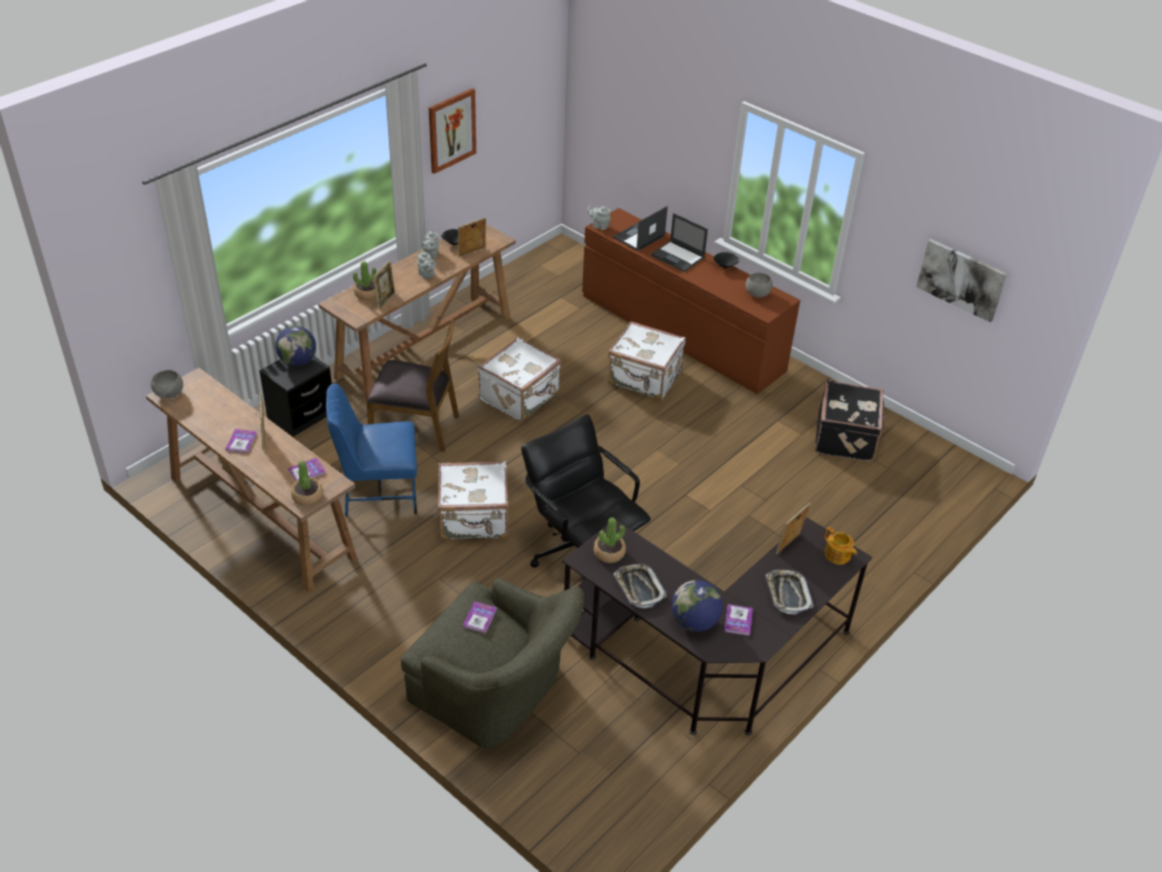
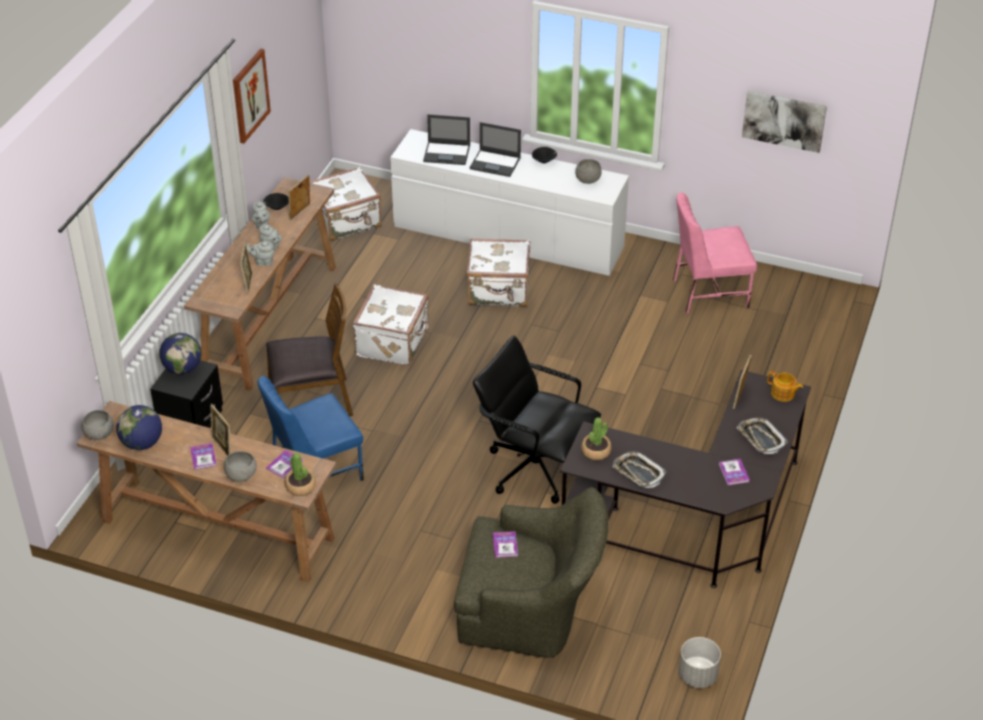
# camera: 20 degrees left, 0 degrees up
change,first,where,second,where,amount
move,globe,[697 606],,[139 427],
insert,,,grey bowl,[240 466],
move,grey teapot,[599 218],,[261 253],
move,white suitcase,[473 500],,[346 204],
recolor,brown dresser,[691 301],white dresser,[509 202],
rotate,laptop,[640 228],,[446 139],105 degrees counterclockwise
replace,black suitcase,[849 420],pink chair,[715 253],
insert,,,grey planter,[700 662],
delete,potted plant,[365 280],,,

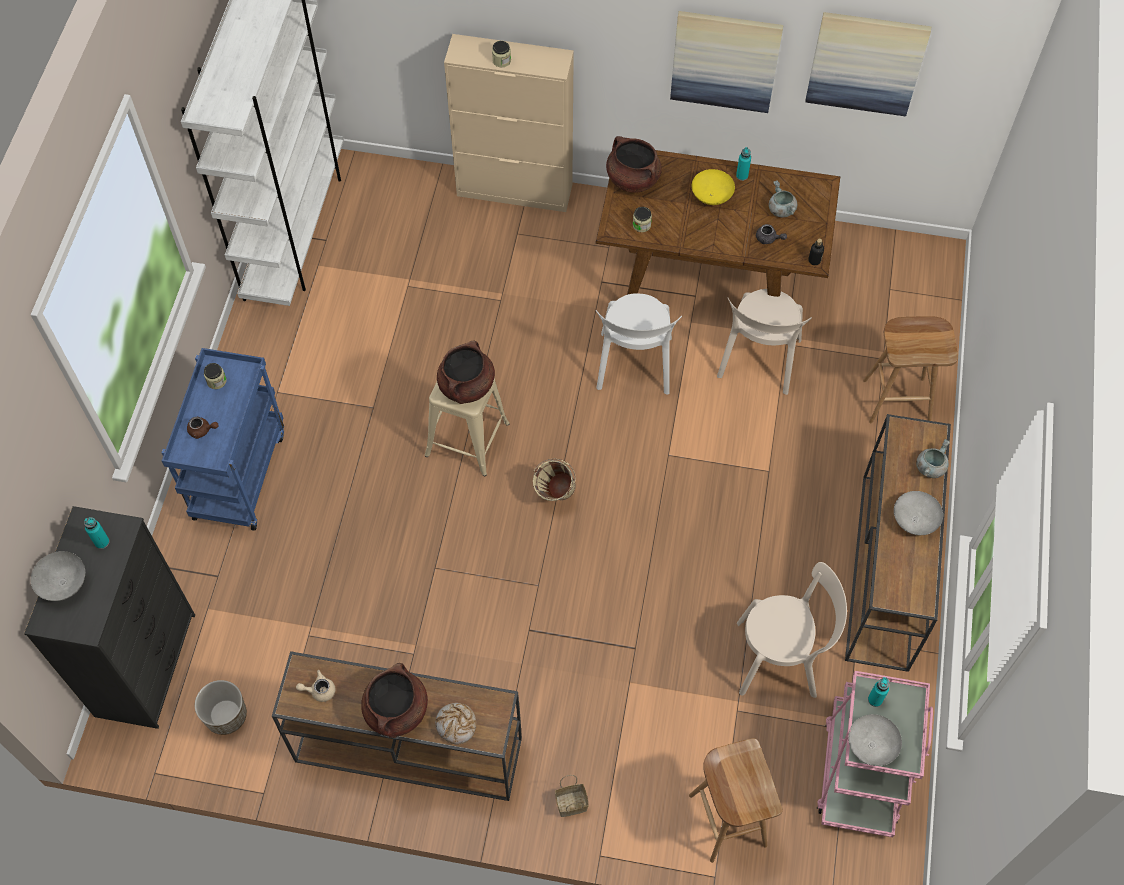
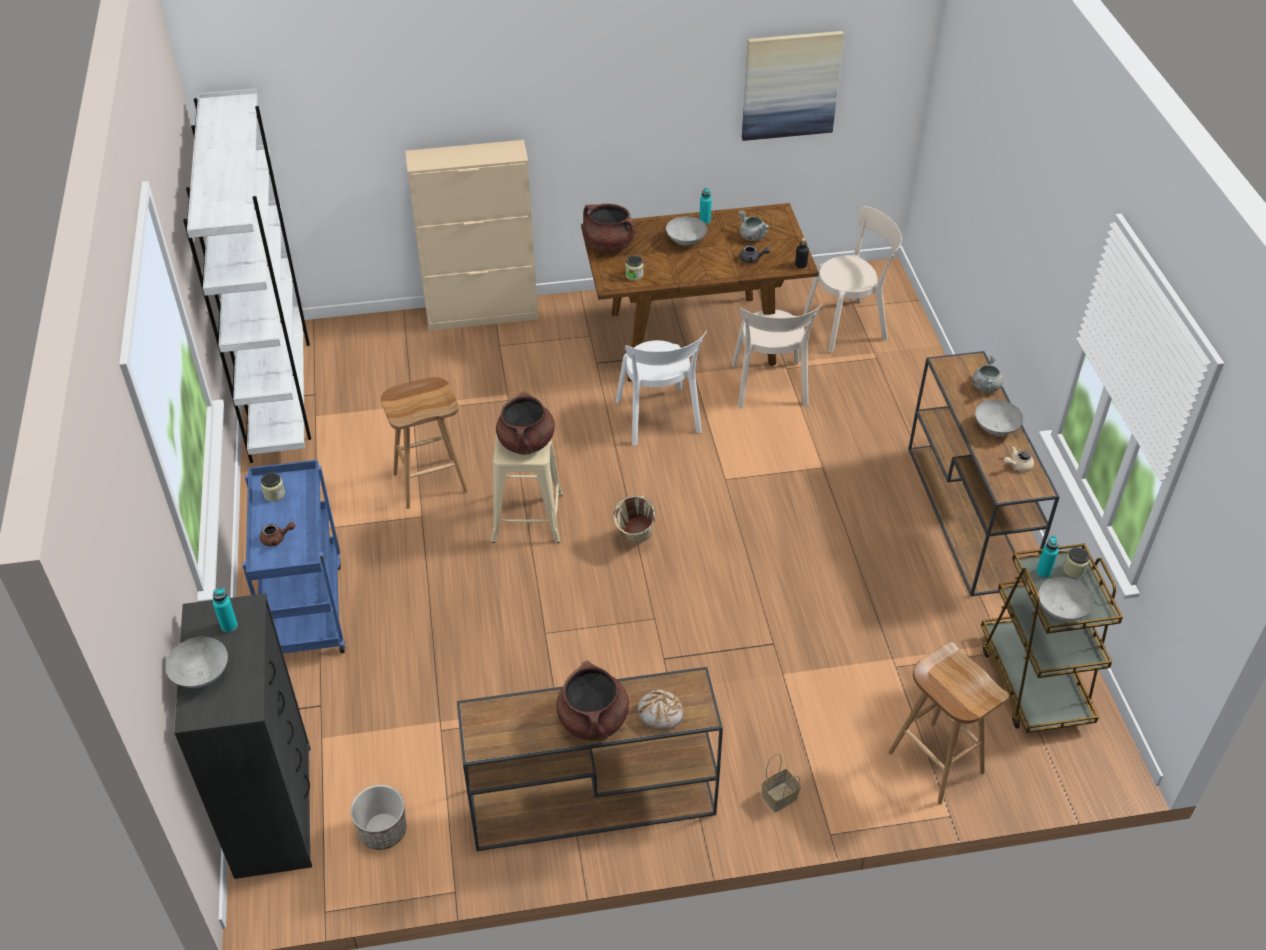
# camera: 20 degrees left, 15 degrees down
change,first,where,second,where,amount
move,brown stool,[910 369],,[424 443],
recolor,yellow bowl,[713 187],grey bowl,[686 230],
move,beige chair,[792 630],,[852 279],
recolor,pink cart,[875 754],brown cart,[1052 638],
move,beige teapot,[315 686],,[1019 459],
move,jar,[501 54],,[1076 562],
delete,picture,[726 62],,,

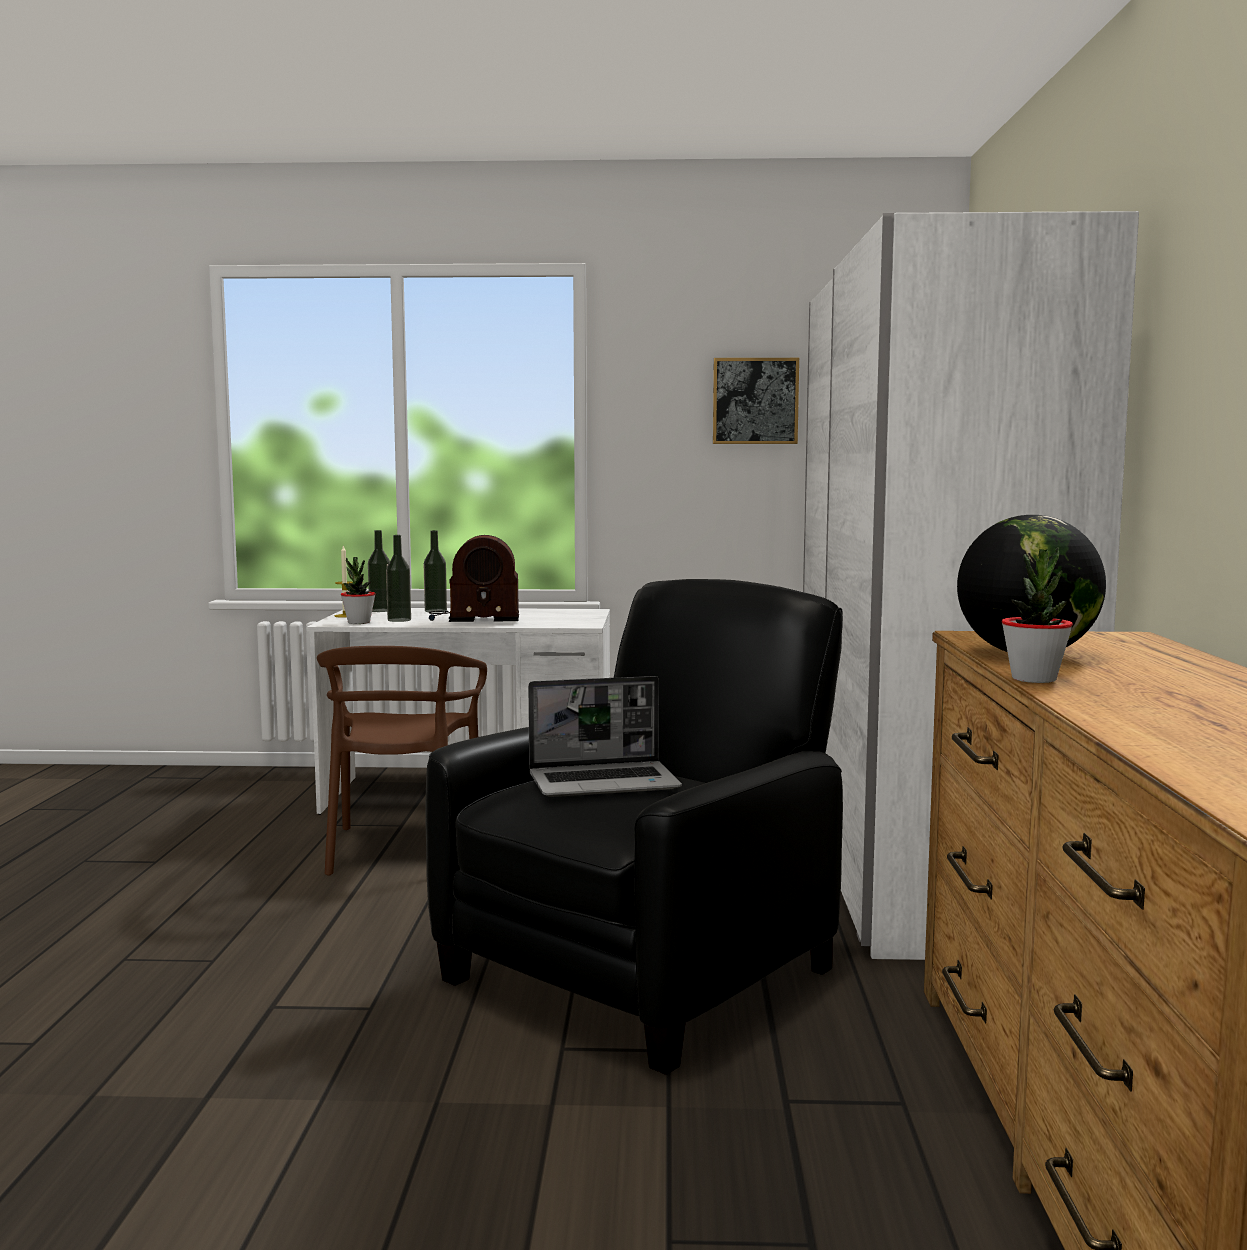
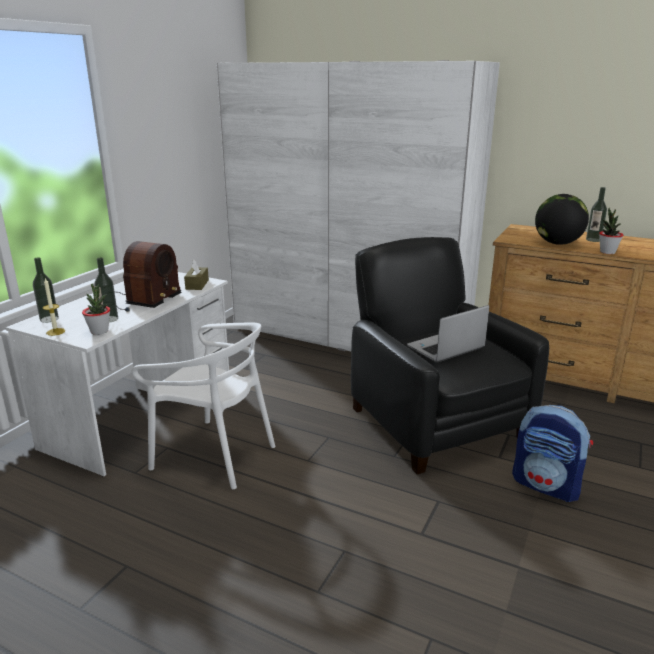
# camera: 65 degrees left, 15 degrees up
change,first,where,second,where,amount
recolor,brown chair,[402 761],white chair,[204 406],
insert,,,brown tissue box,[196 274],
rotate,laptop,[605 736],,[448 333],135 degrees counterclockwise
insert,,,backpack,[552 453],
move,bottle,[435 571],,[596 214],
delete,picture,[756 401],,,

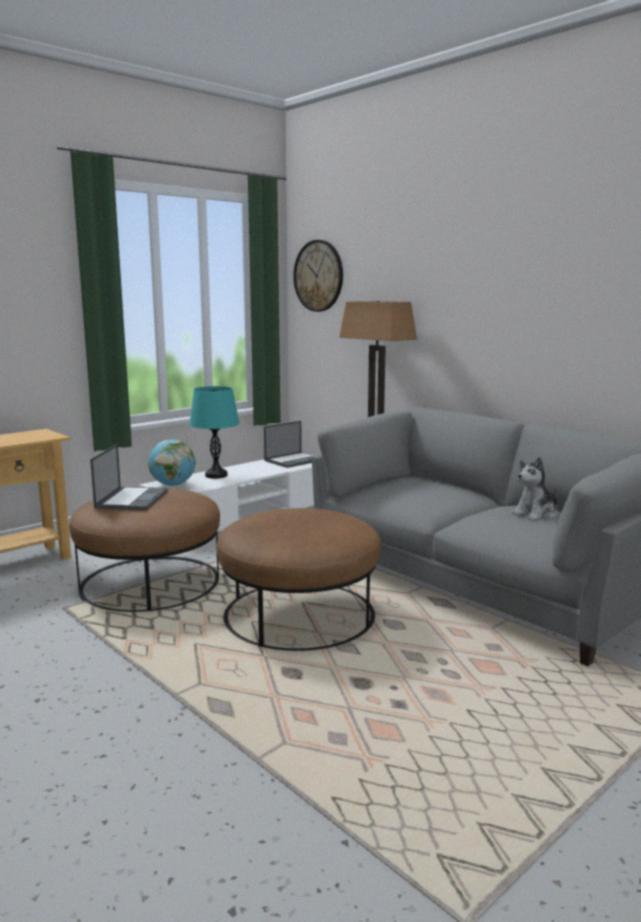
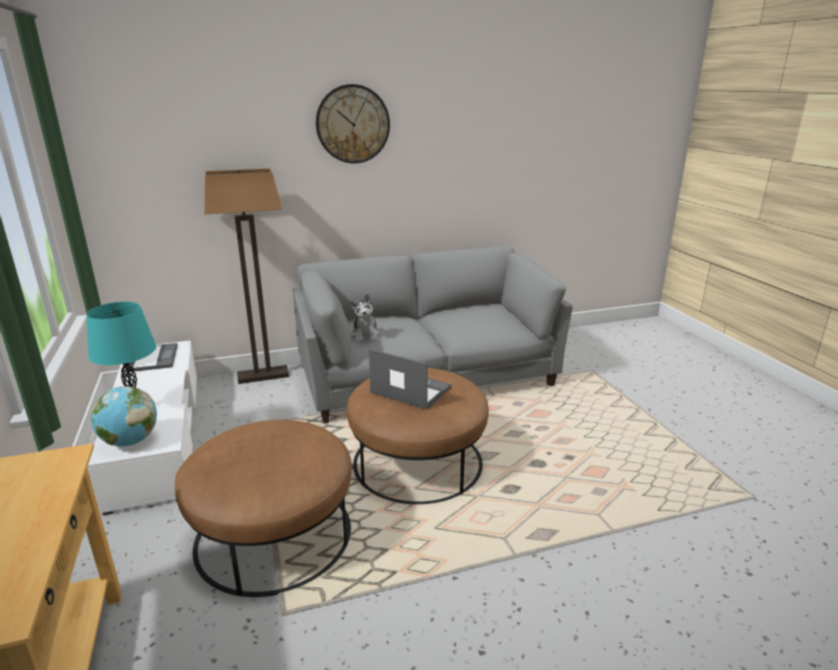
# camera: 65 degrees left, 10 degrees up
change,first,where,second,where,amount
move,wall clock,[318 276],,[353 123],
move,plush toy,[534 489],,[364 318],
move,laptop,[129 477],,[410 379],

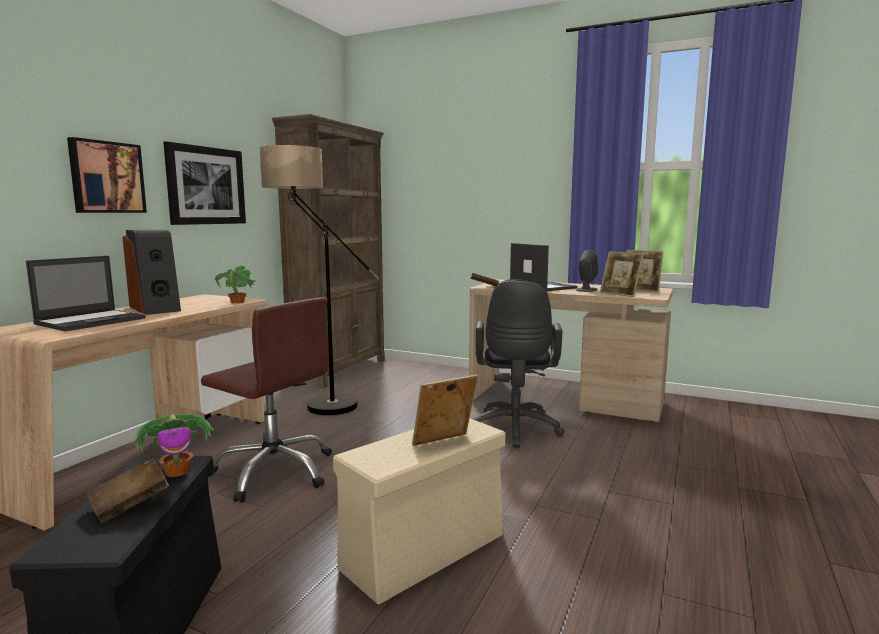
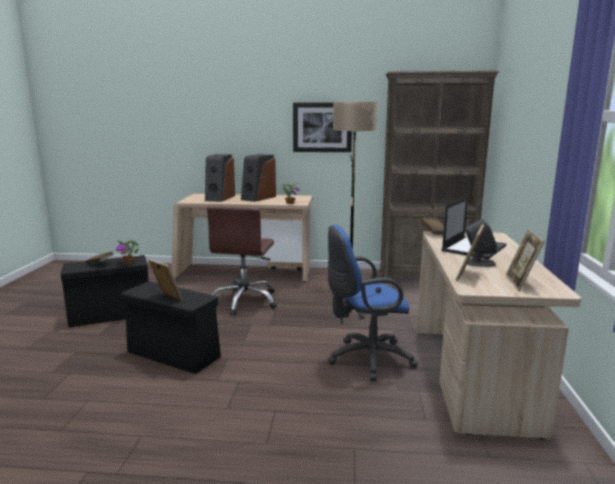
# camera: 70 degrees right, 5 degrees up
change,first,where,second,where,amount
recolor,beige storage box,[419 511],black storage box,[171 327],
replace,laptop,[86 293],speaker,[220 178],
recolor,black office chair,[519 363],blue office chair,[373 303],
delete,picture,[107 175],,,

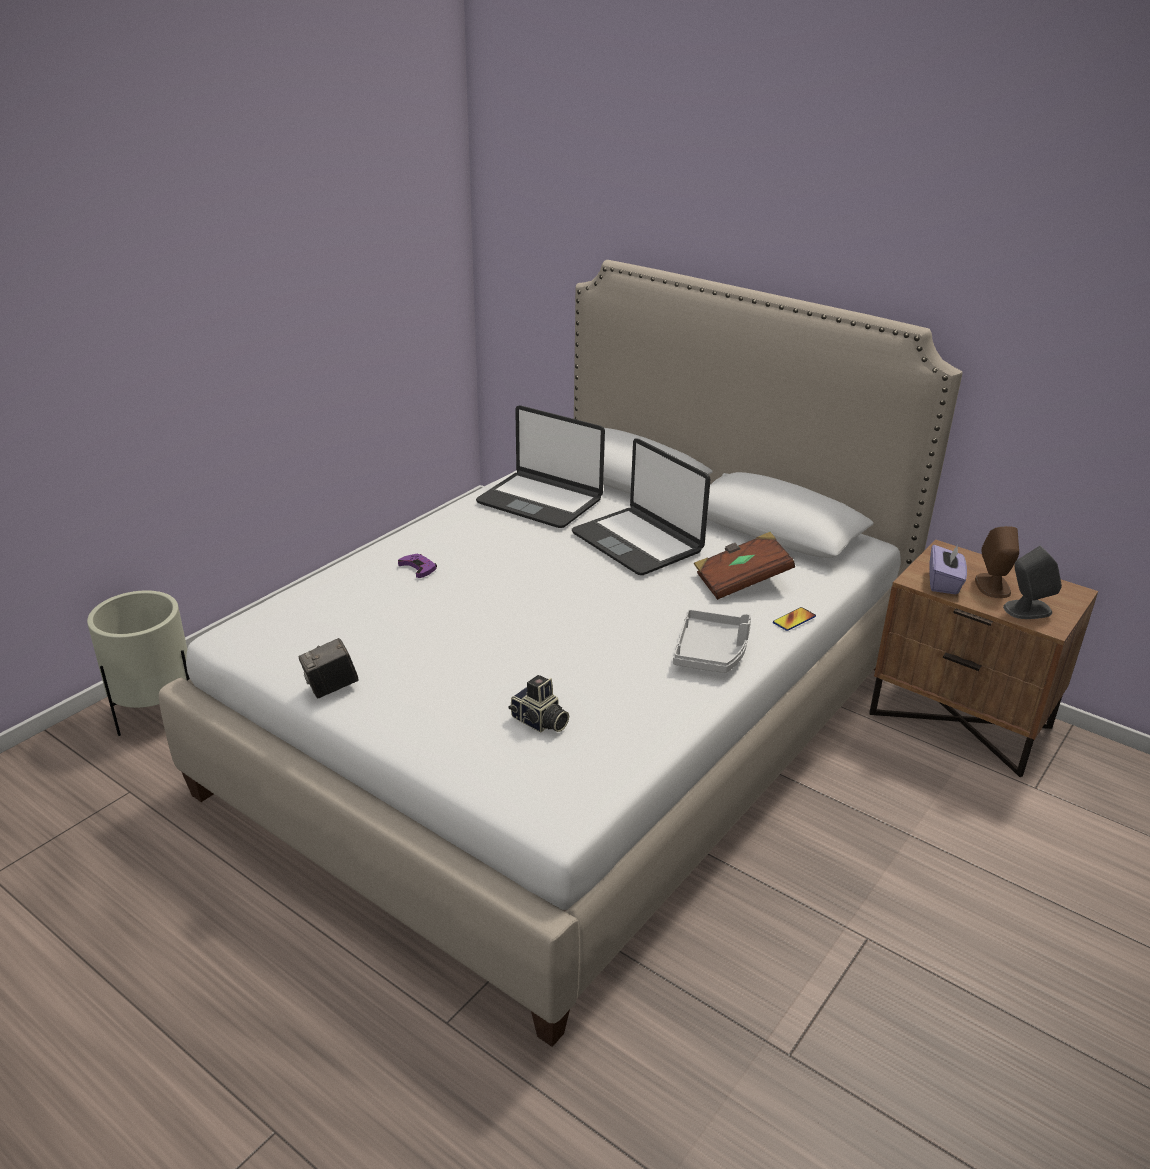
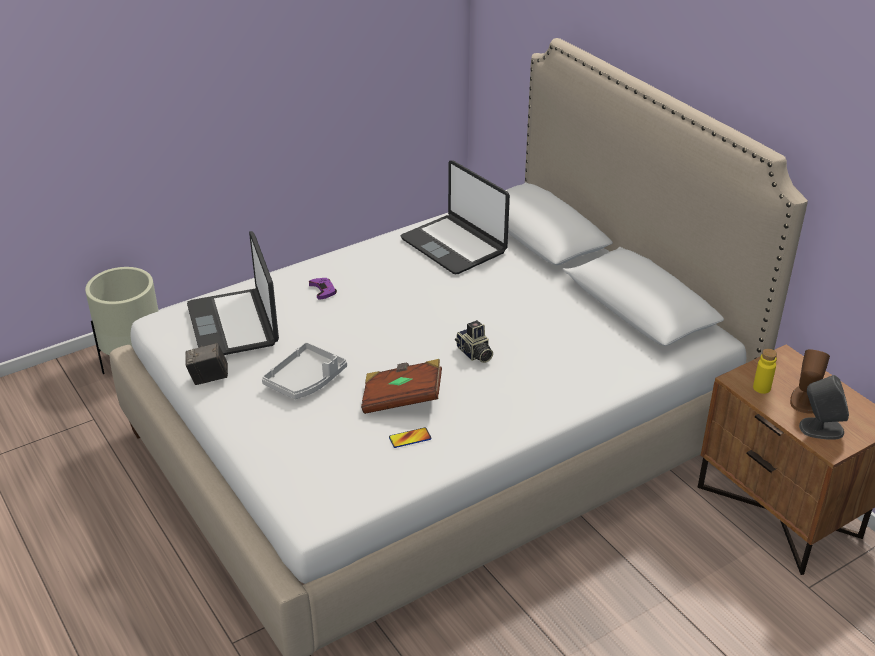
# camera: 20 degrees right, 5 degrees up
change,first,where,second,where,amount
move,laptop,[641 507],,[233 293],
move,grey tray,[712 641],,[304 370],
move,brown book,[744 566],,[401 386],
move,phone,[794 619],,[410 437],
move,photo camera,[539 703],,[474 341],
replace,purple tissue box,[948 569],yellow bottle,[765 371],

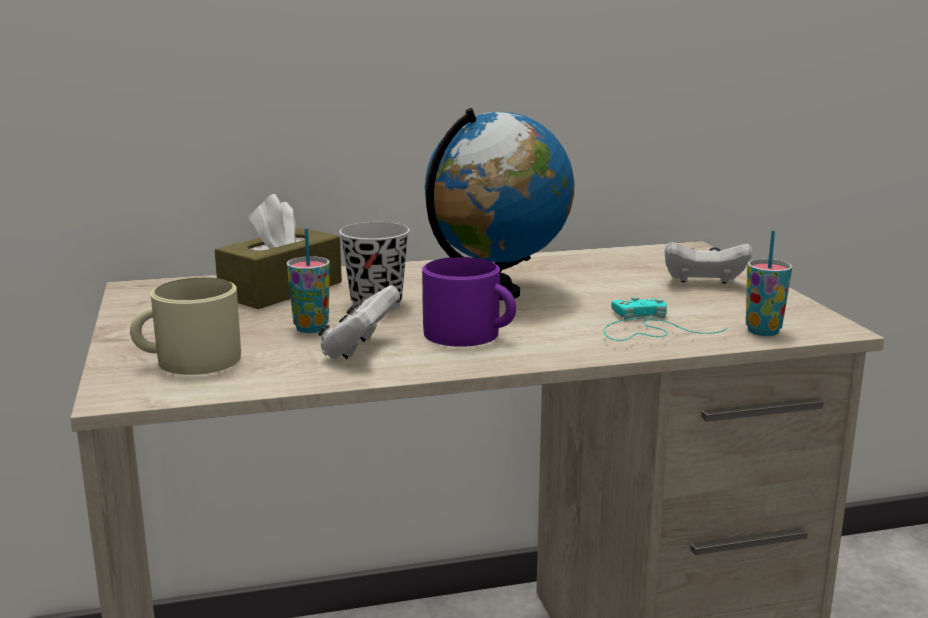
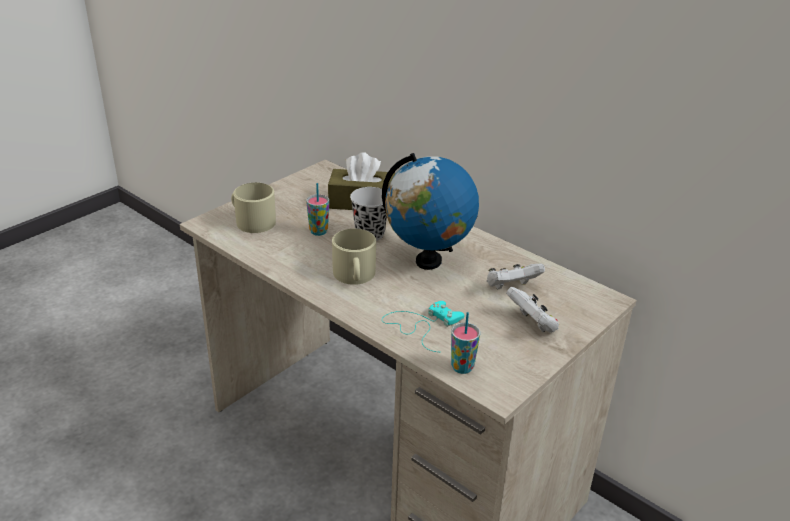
# camera: 55 degrees right, 15 degrees up
change,first,where,second,where,amount
recolor,purple mug,[469 302],beige mug,[354 257],
move,white game controller,[359 322],,[516 276],

